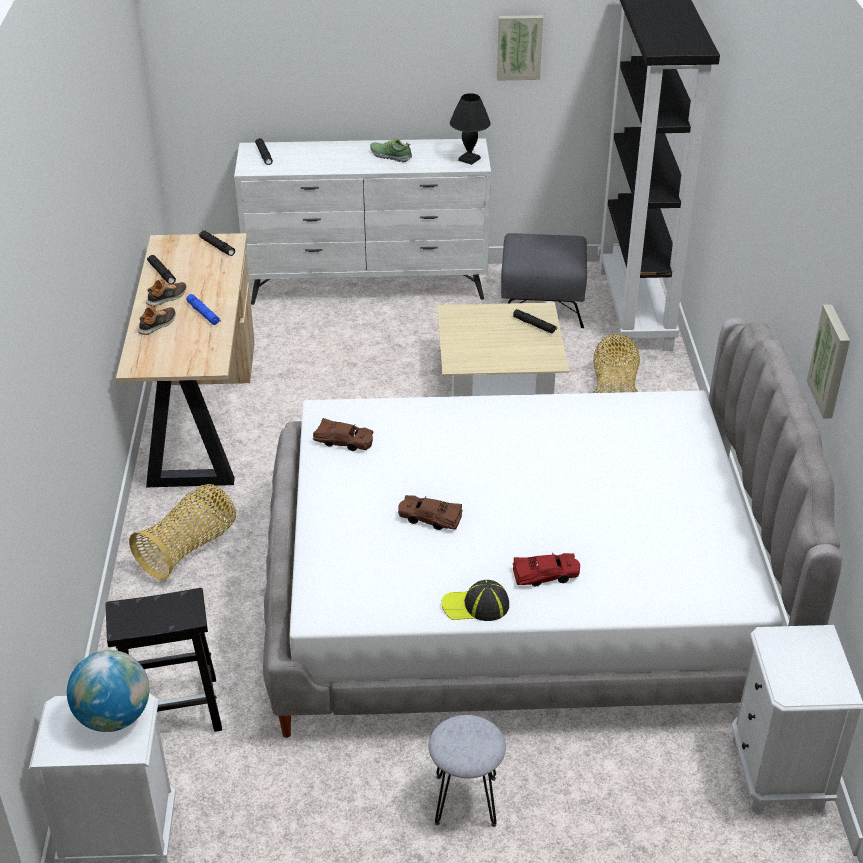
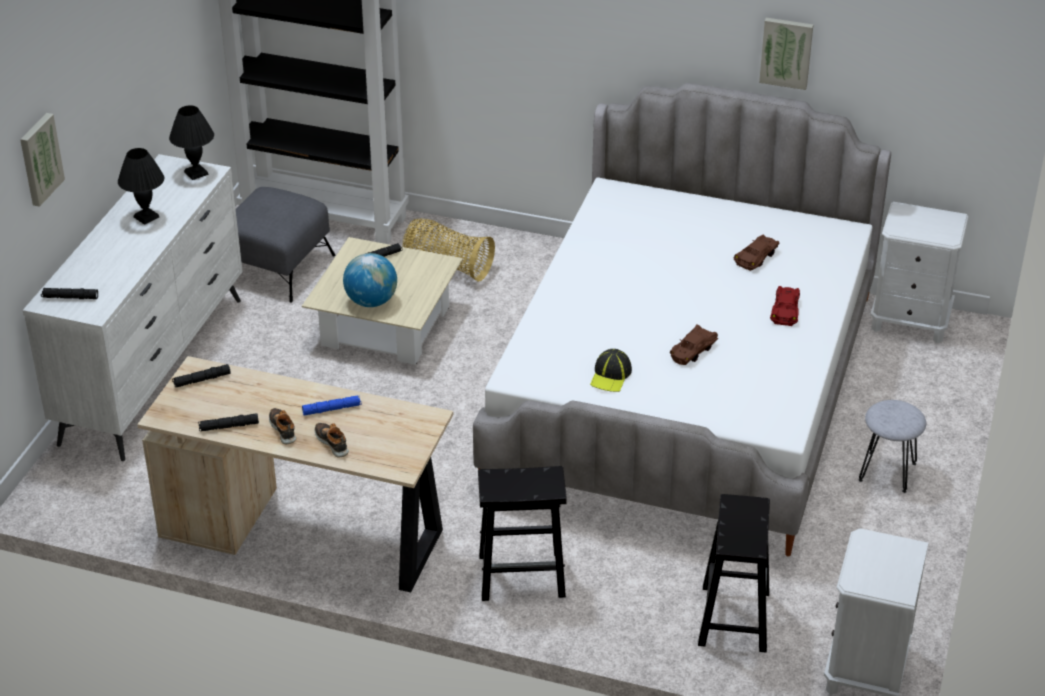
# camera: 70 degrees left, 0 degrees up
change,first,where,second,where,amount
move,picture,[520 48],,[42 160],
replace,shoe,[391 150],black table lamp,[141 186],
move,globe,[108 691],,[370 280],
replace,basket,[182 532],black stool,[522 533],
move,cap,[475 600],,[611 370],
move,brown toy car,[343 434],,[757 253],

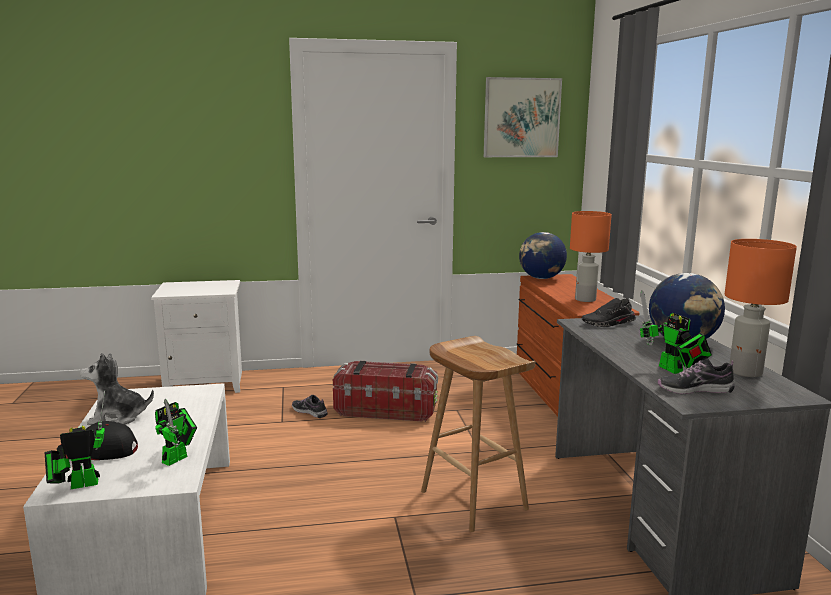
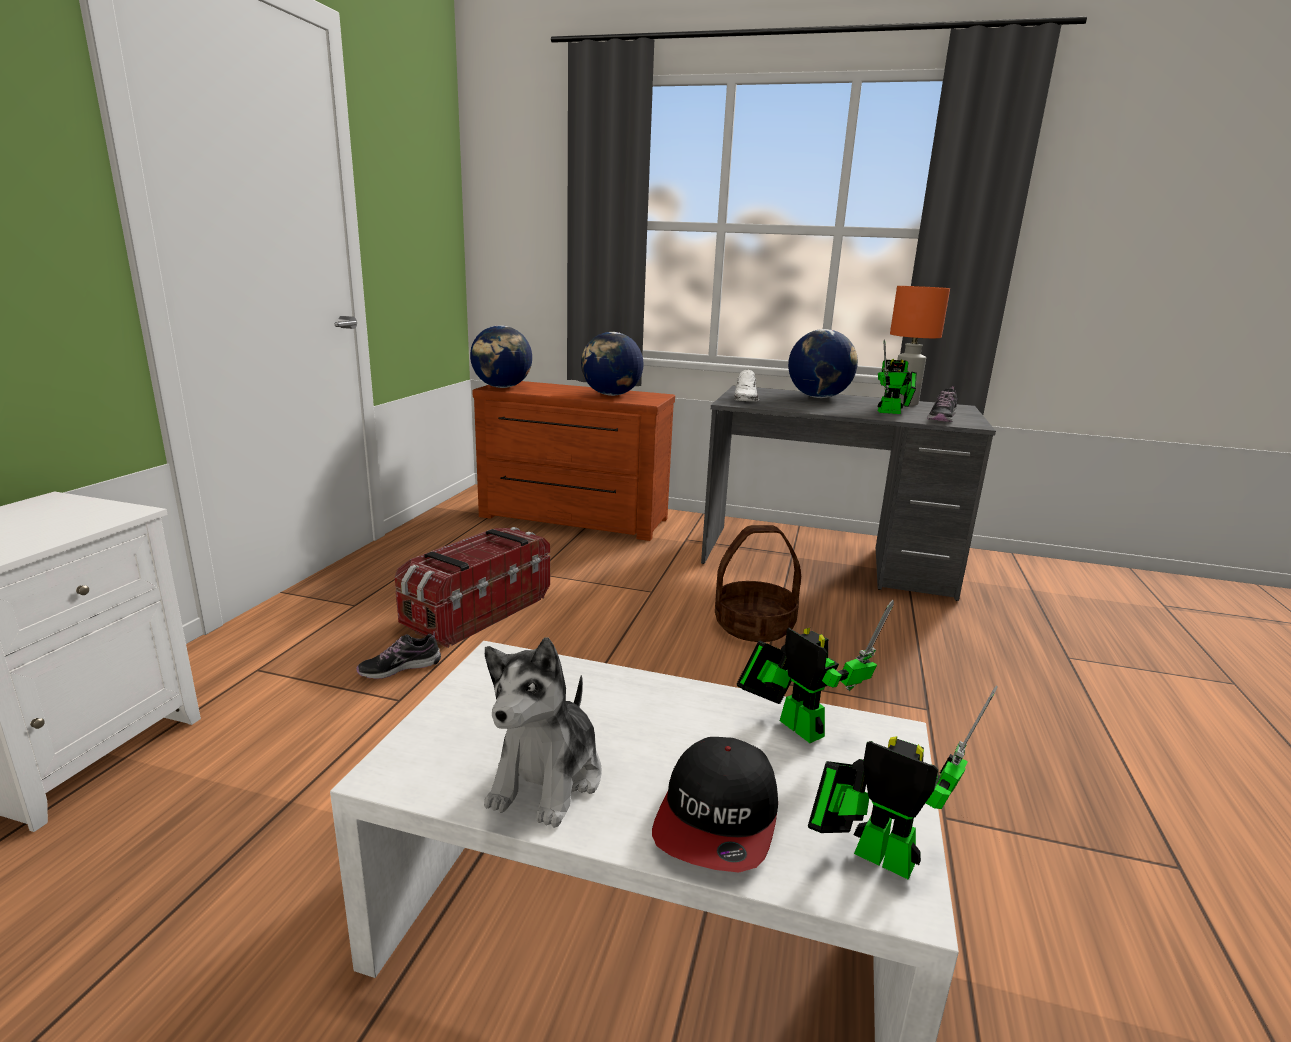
# camera: 65 degrees left, 5 degrees up
change,first,where,second,where,amount
replace,orange table lamp,[591 256],globe,[612 364],
replace,brown stool,[478 434],basket,[758 583],
recolor,black shoe,[608 312],white shoe,[746 385],
rotate,toy robot,[75 440],,[903 782],120 degrees clockwise
delete,picture,[523 117],,,

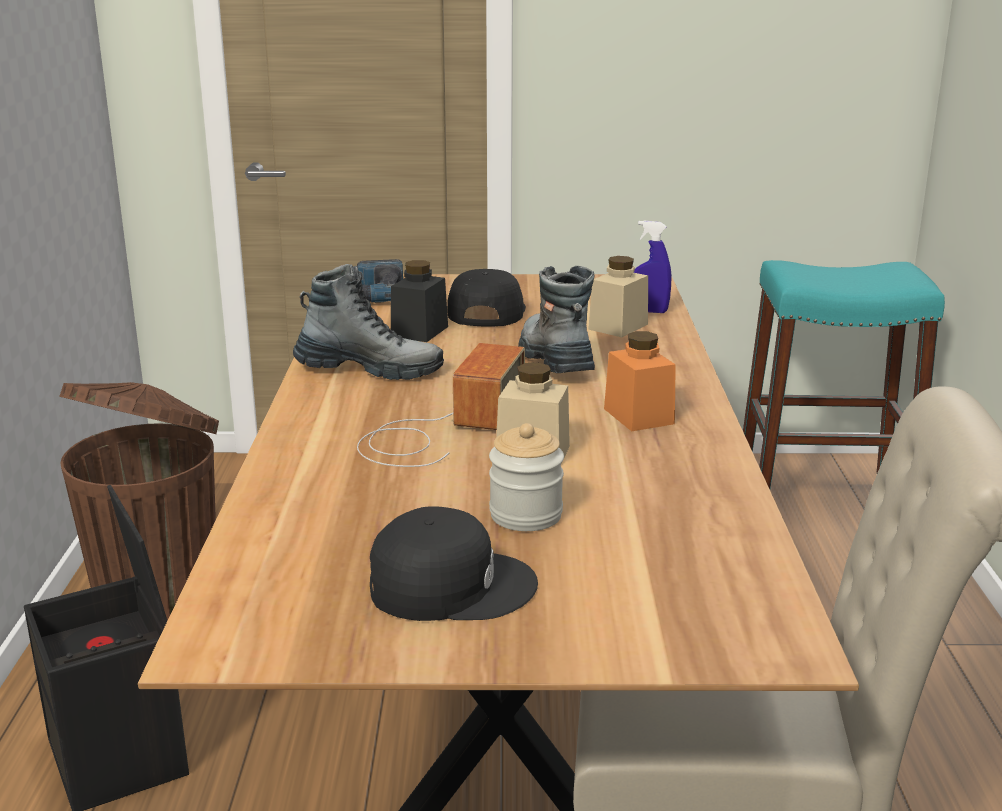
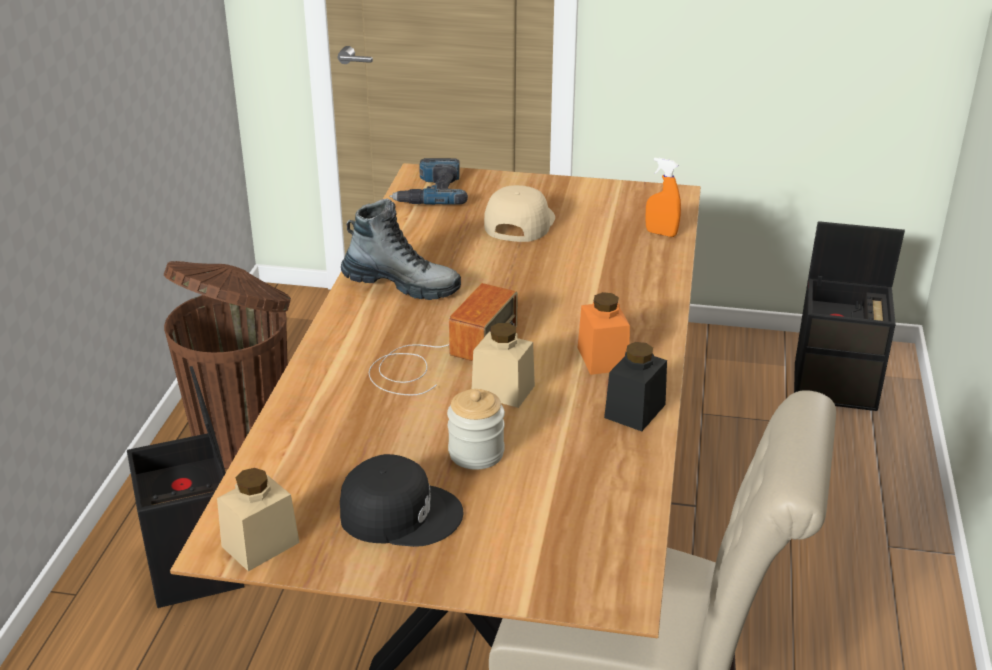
# camera: 10 degrees right, 10 degrees up
change,first,where,second,where,amount
move,beige jar,[618 296],,[258 519],
recolor,black cap,[486 297],beige cap,[519 213],
move,black jar,[419 301],,[635 386],
recolor,blue spray bottle,[652 266],orange spray bottle,[663 197],
replace,turquoise stool,[844 374],black storage box,[849 316],
delete,boot,[556 319],,,

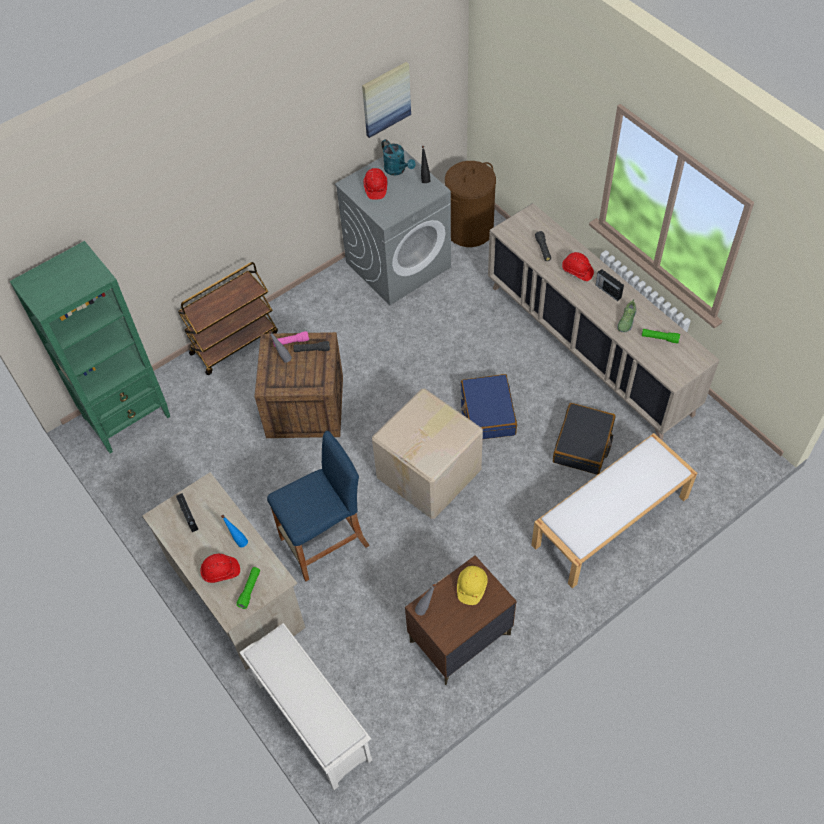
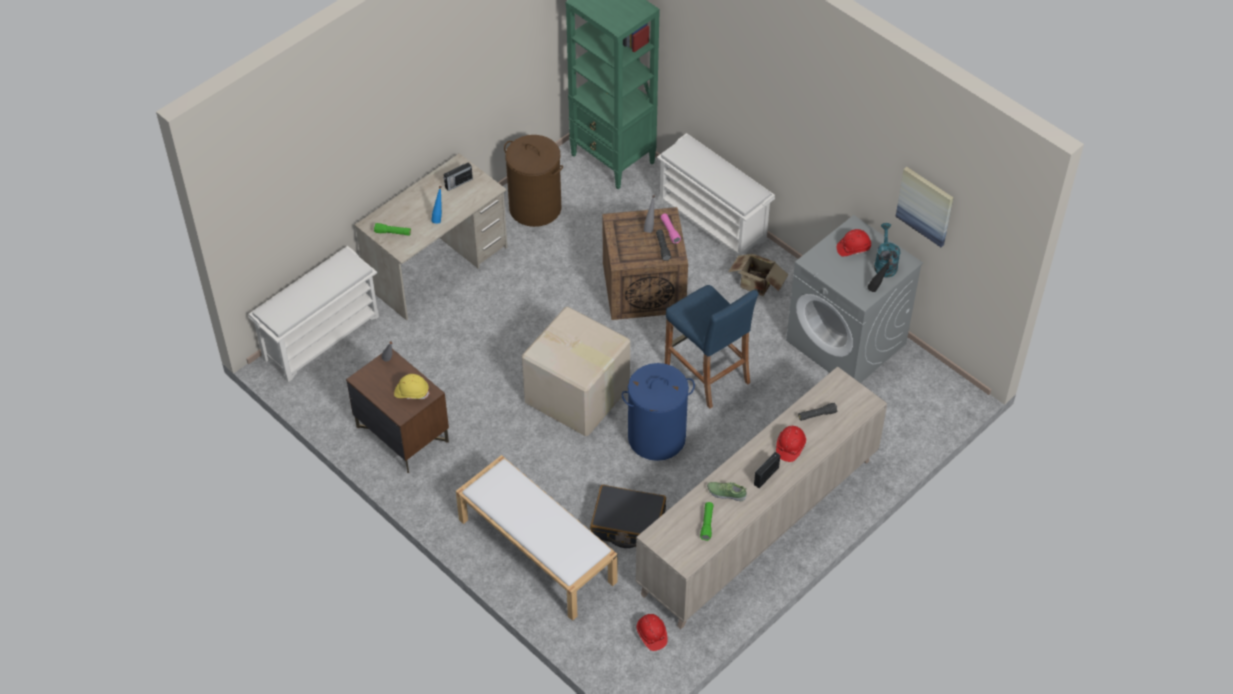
# camera: 80 degrees right, 5 degrees down
change,first,where,second,where,amount
move,brown laundry basket,[470 204],,[533 181],
replace,blue suitcase,[489 406],blue laundry basket,[658 412],
move,red hard hat,[220 568],,[652 632],
replace,brown cart,[228 318],white shoe rack,[716 195],
move,blue stool,[318 506],,[712 347],
insert,,,cardboard box,[758 275],
rotate,turquoise watering can,[398 157],,[887 250],135 degrees clockwise

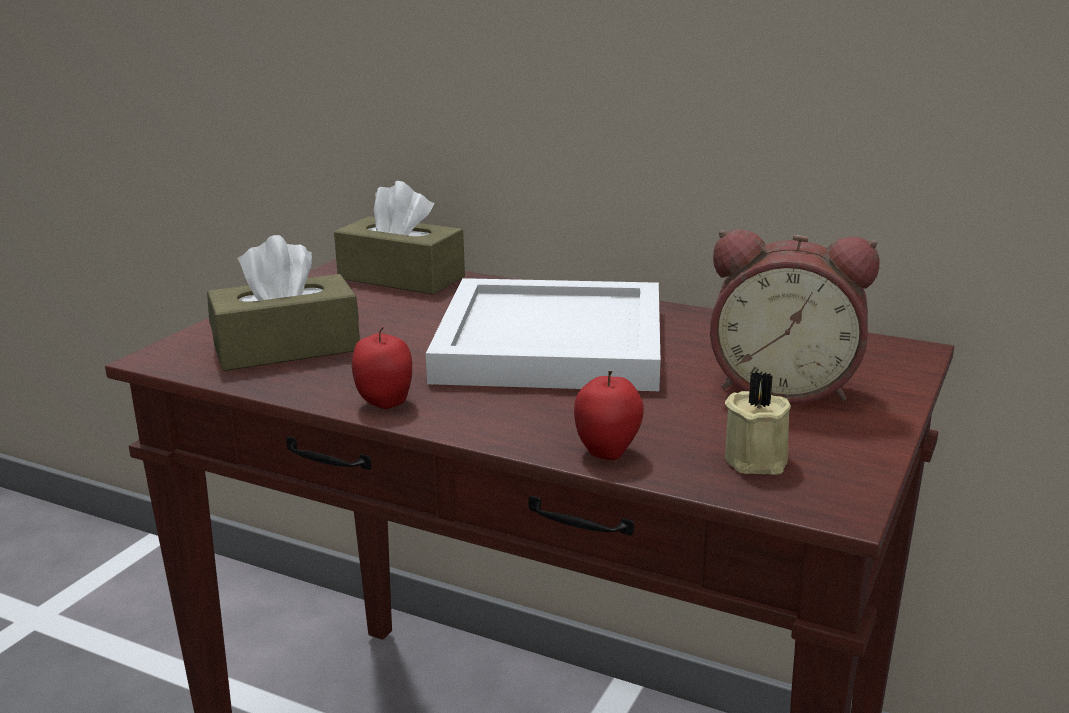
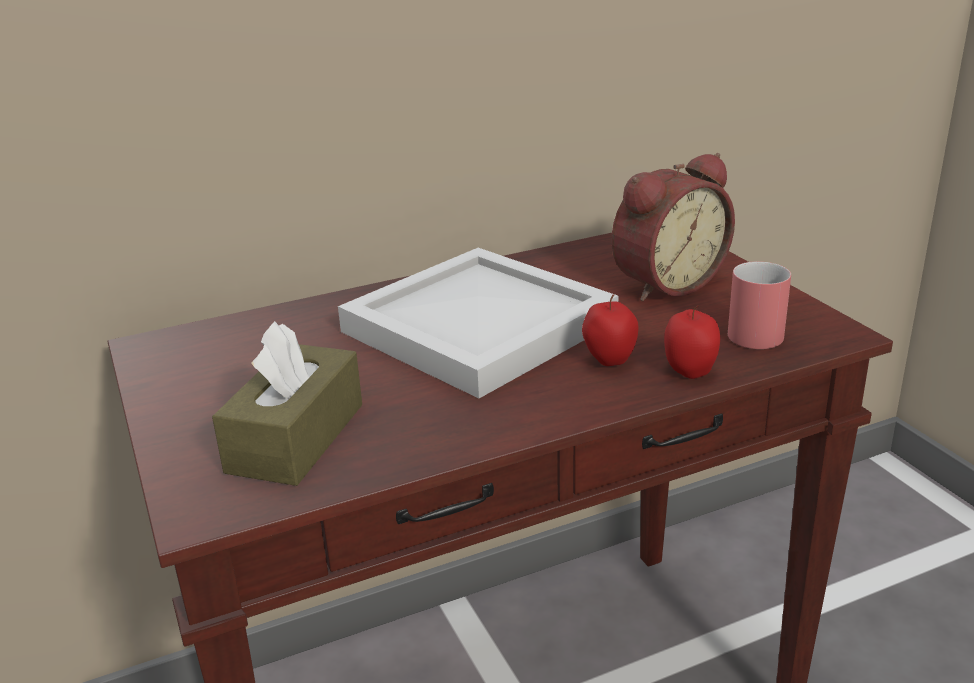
# camera: 50 degrees left, 5 degrees up
change,first,where,second,where,amount
move,apple,[382 368],,[610 330],
replace,beige candle,[758 423],red mug,[759 305],
delete,brown tissue box,[399 238],,,

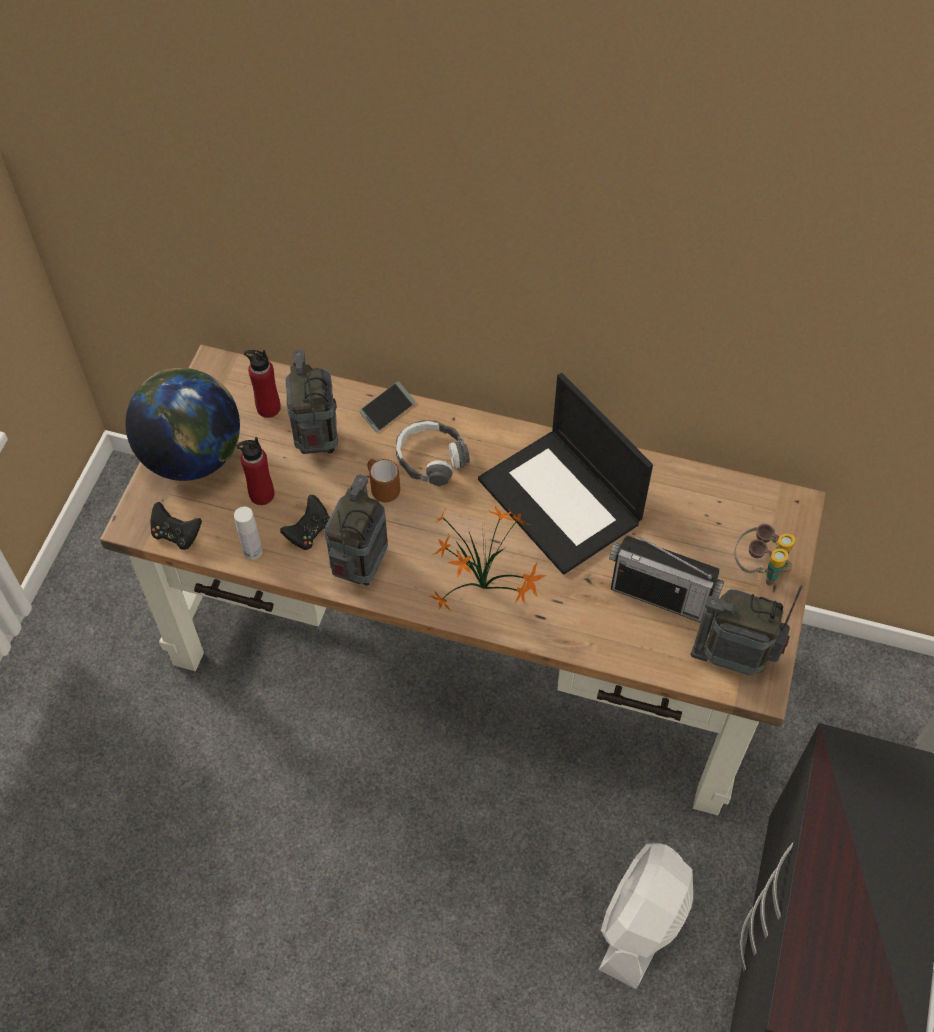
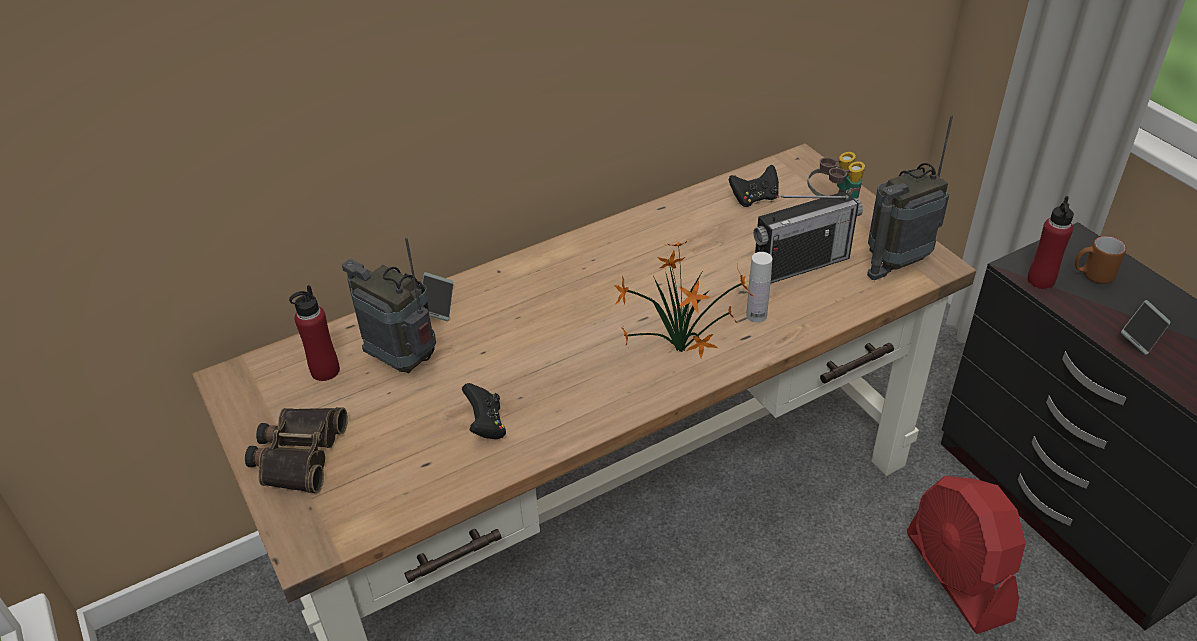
# camera: 45 degrees left, 15 degrees down
change,first,where,second,where,amount
replace,globe,[182 424],binoculars,[296 450],
move,black game controller,[176 526],,[754 185],
move,white bottle,[248 533],,[759 287],
recolor,white fan,[646 916],red fan,[966 555],
move,red bottle,[255 471],,[1050 242],
move,brown mug,[383 480],,[1100 260],
insert,,,phone,[1146 327],
delete,radio,[356 530],,,
delete,headphones,[433 453],,,
delete,laptop,[565 474],,,

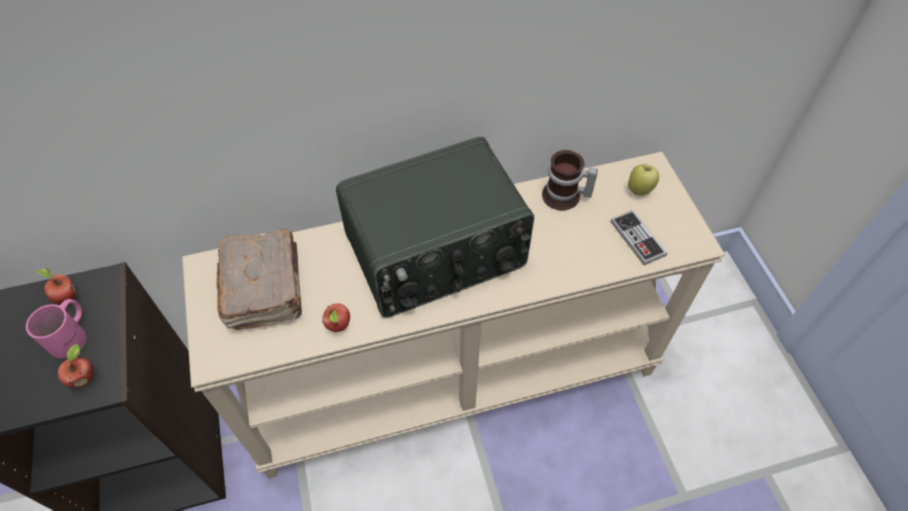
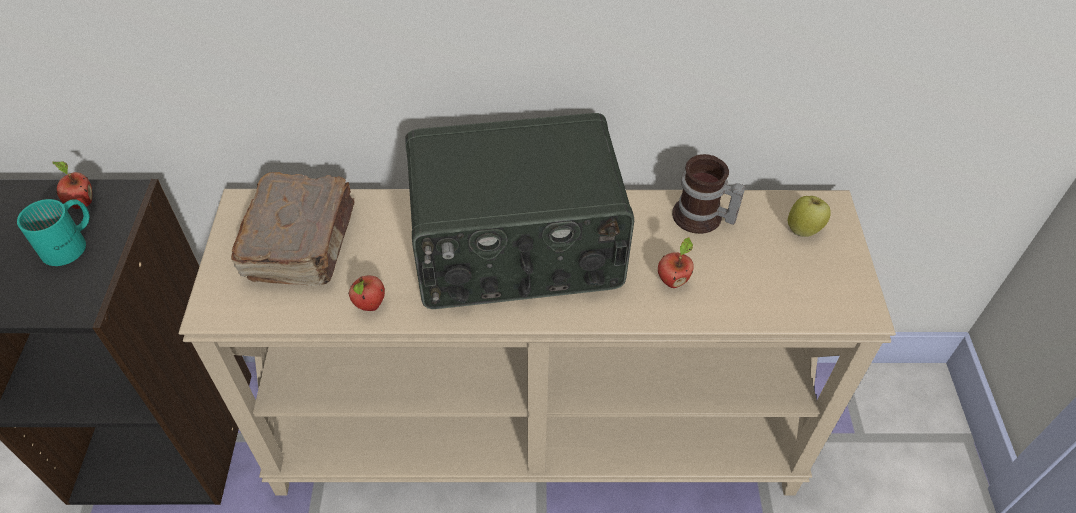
# camera: 15 degrees right, 5 degrees down
change,first,where,second,where,amount
recolor,pink mug,[56 329],turquoise mug,[53 232],
move,apple,[75 366],,[676 262],
delete,game controller,[639 237],,,

